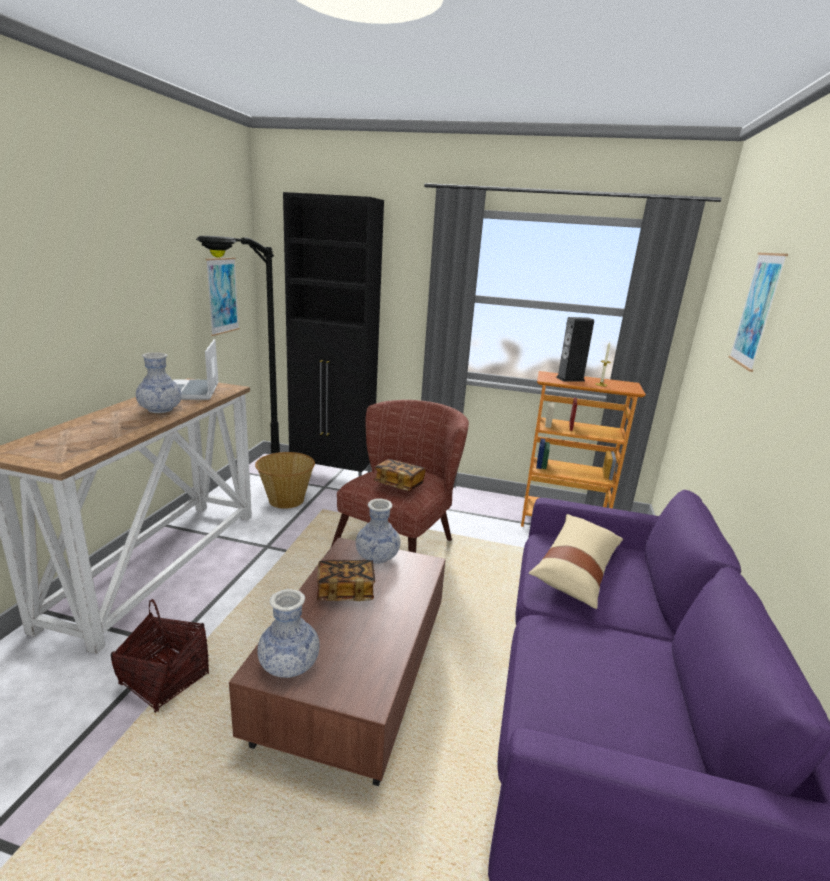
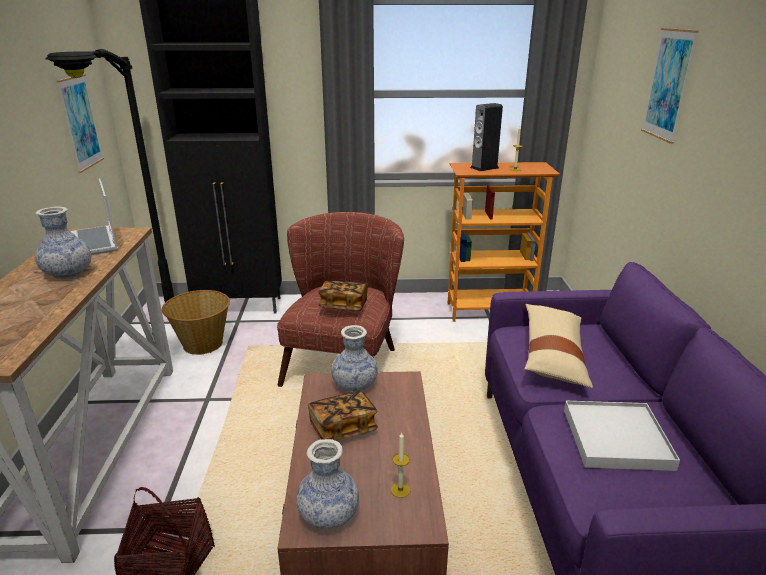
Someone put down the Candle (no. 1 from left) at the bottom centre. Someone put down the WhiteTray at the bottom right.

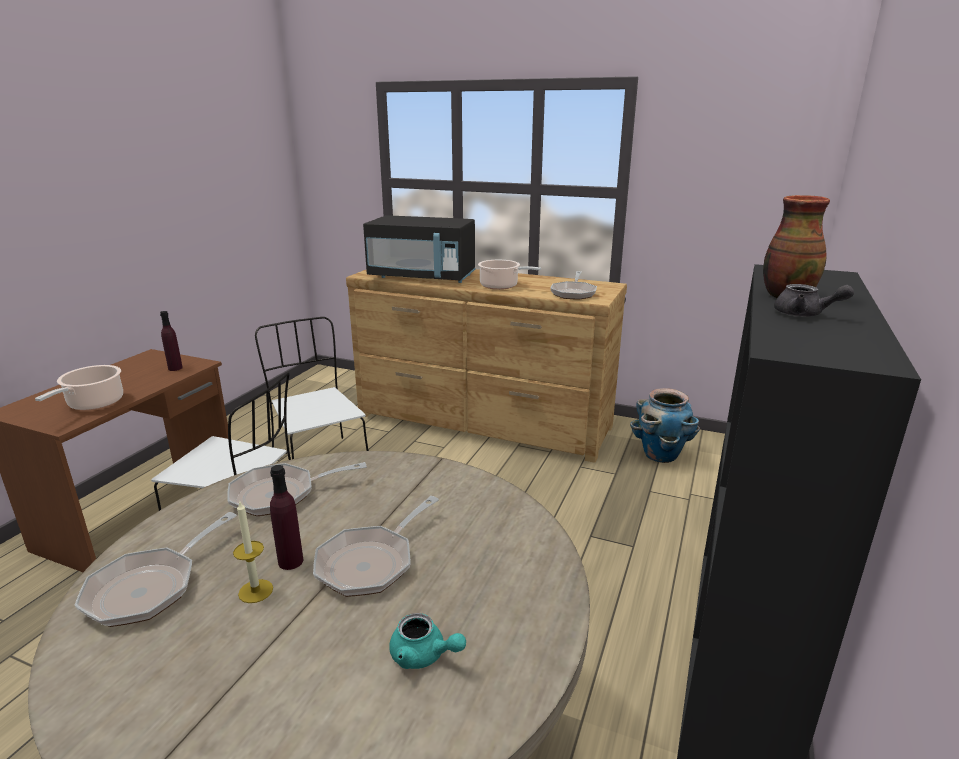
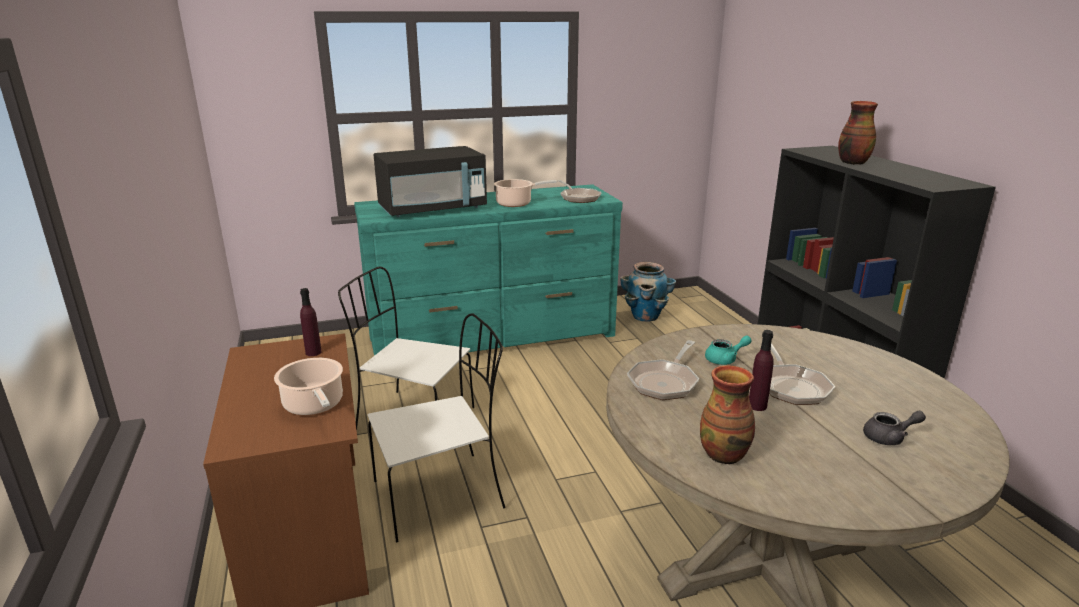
Someone repainted the BrownDresser at the centre, which became the TurquoiseDresser at the centre. Someone swapped the FryingPan (no. 1 from left) at the bottom left for the Vase (no. 1 from left) at the bottom right. Someone carried the TurquoiseTeapot from the bottom centre to the middle right. Someone carried the GreyTeapot from the middle right to the bottom right. Someone took away the Candle at the bottom left.

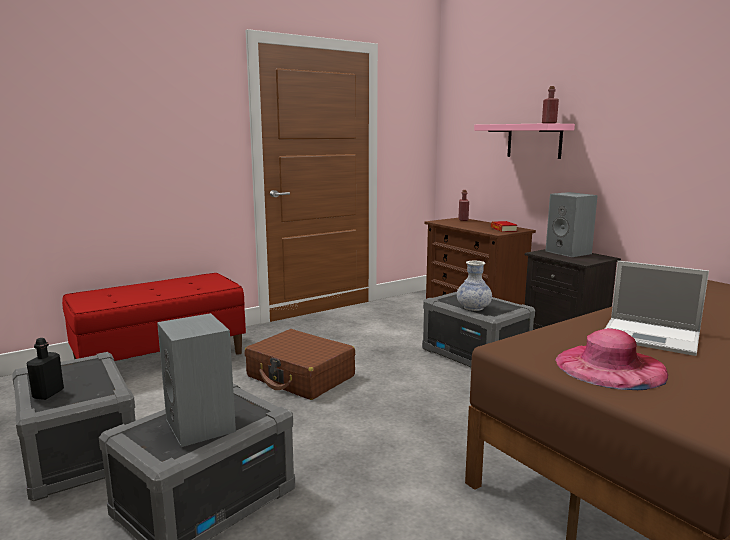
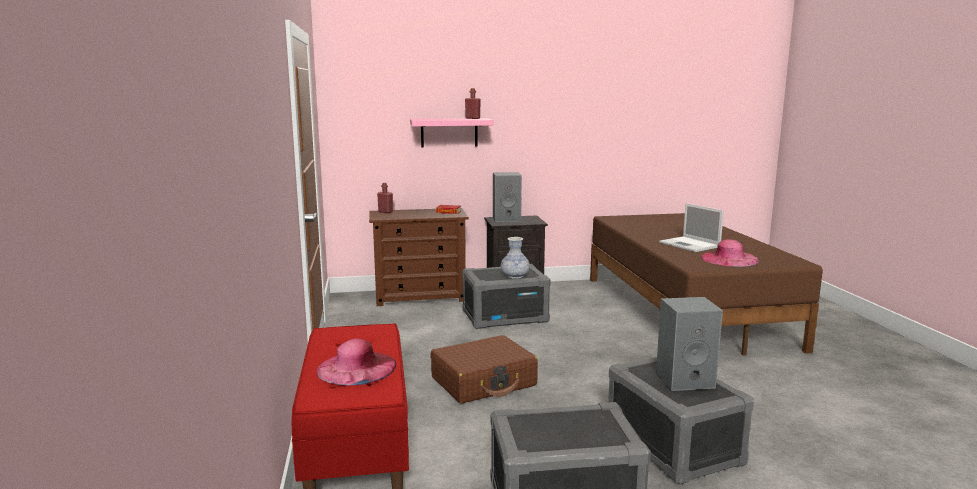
Someone put down the PinkHat (no. 1 from left) at the bottom centre. Someone rotated the Laptop at the middle right by 90 degrees clockwise. Someone took away the BlackBottle at the bottom left.

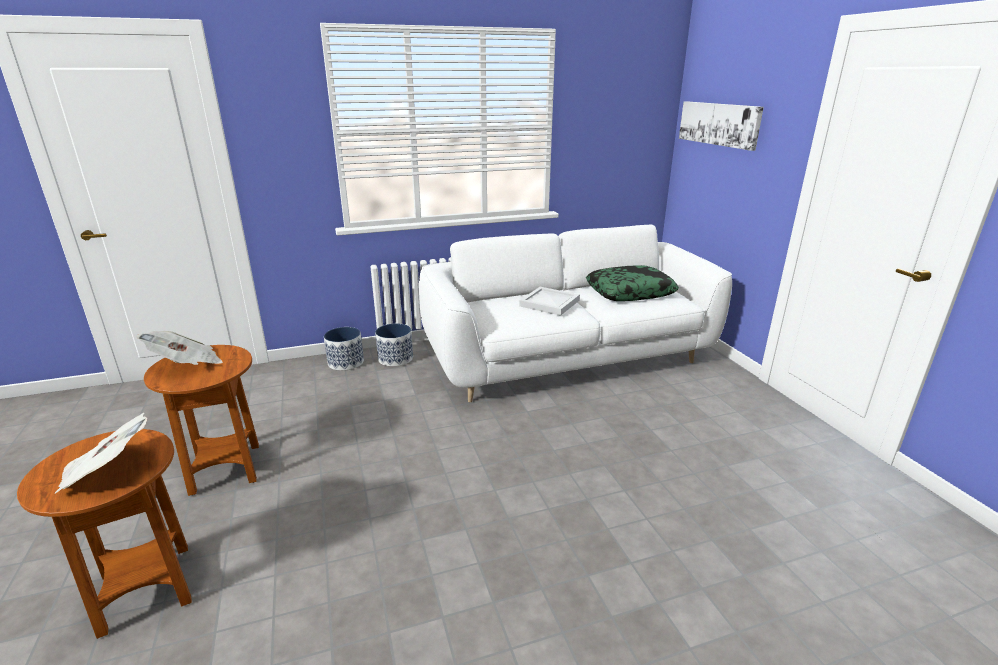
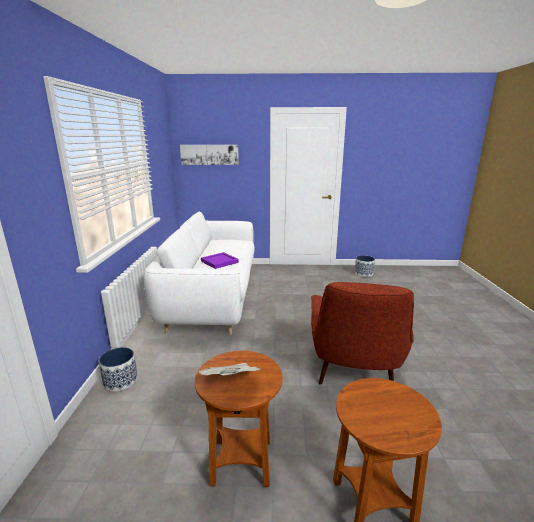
Someone repainted the WhiteTray at the centre, which became the PurpleTray at the centre. Someone put down the RedArmchair at the middle right. Someone carried the Planter (no. 2 from left) from the centre to the middle right. Someone took away the Newspaper (no. 1 from left) at the bottom left. Someone took away the Pillow at the centre.

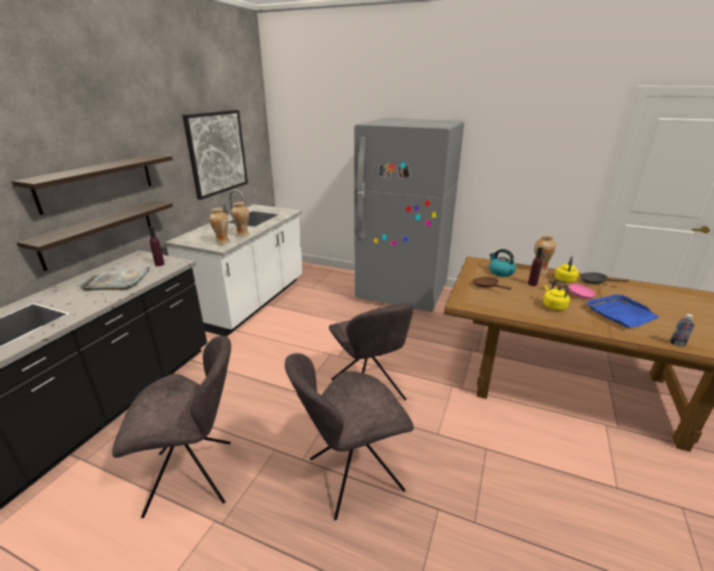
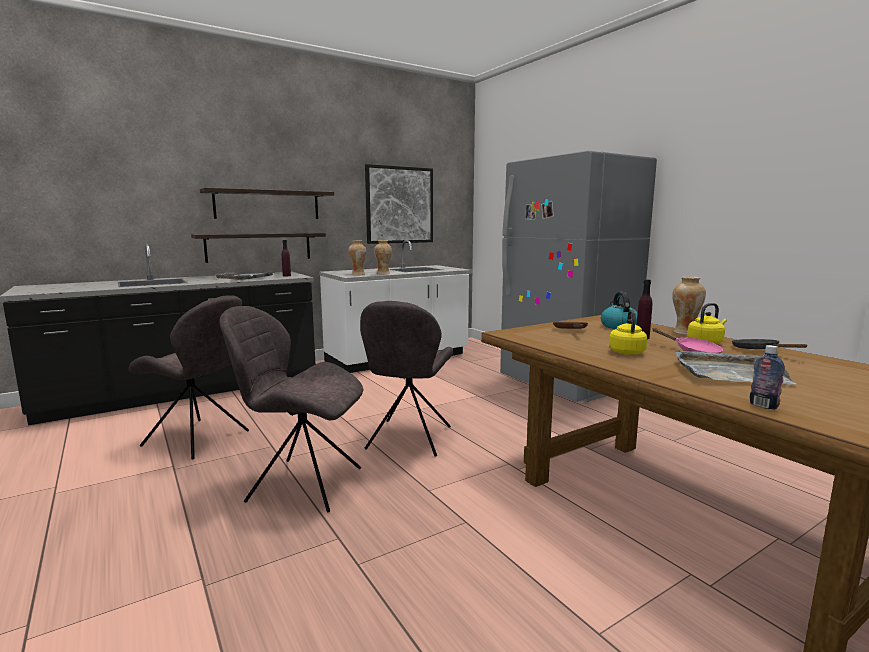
Someone repainted the BlueTray at the middle right, which became the GreyTray (no. 2 from left) at the middle right.

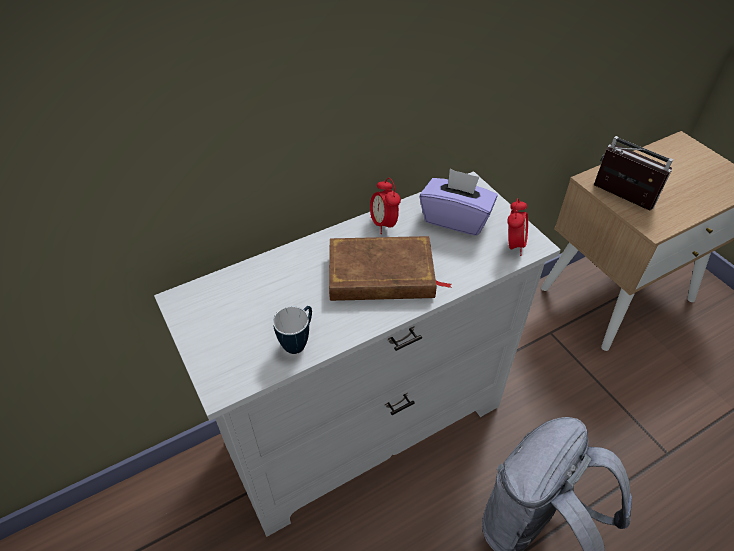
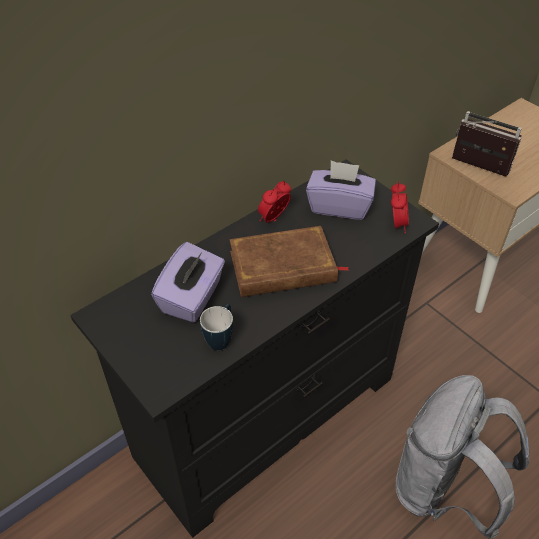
Someone repainted the WhiteDresser at the centre, which became the BlackDresser at the centre. Someone put down the PurpleTissueBox (no. 1 from left) at the centre. Someone rotated the AlarmClock (no. 1 from left) at the centre by 75 degrees clockwise.

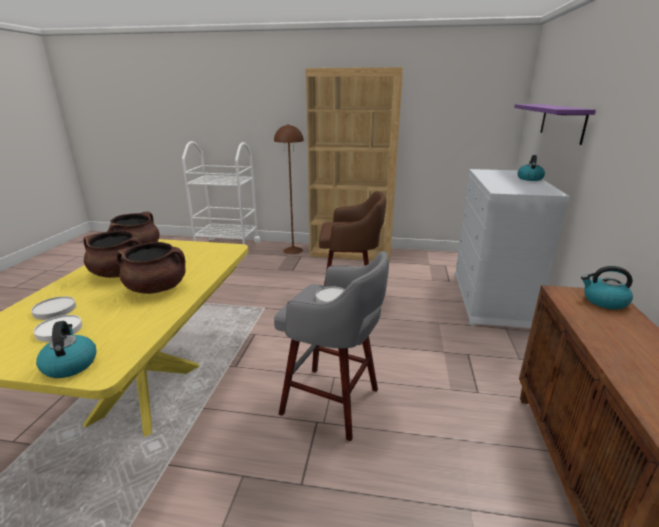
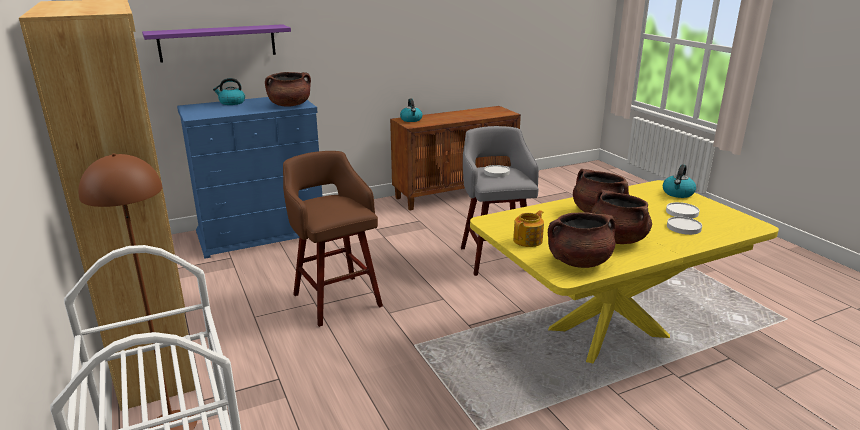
Someone repainted the WhiteDresser at the middle right, which became the BlueDresser at the middle left. Someone put down the BrownCookingPot (no. 1 from left) at the top centre. Someone put down the Teapot at the centre.

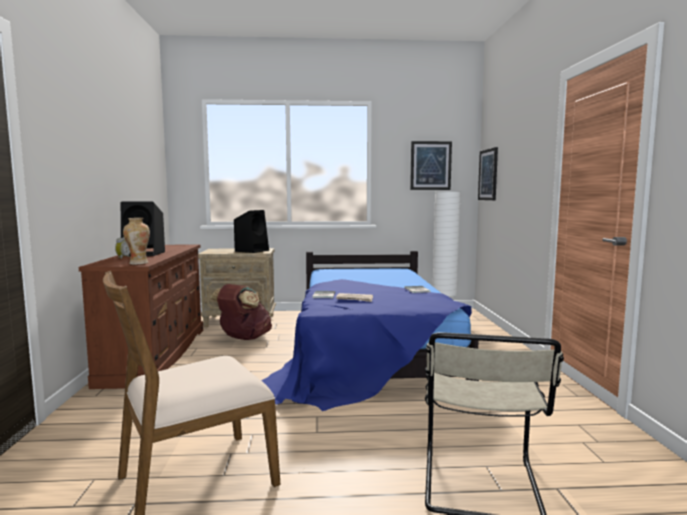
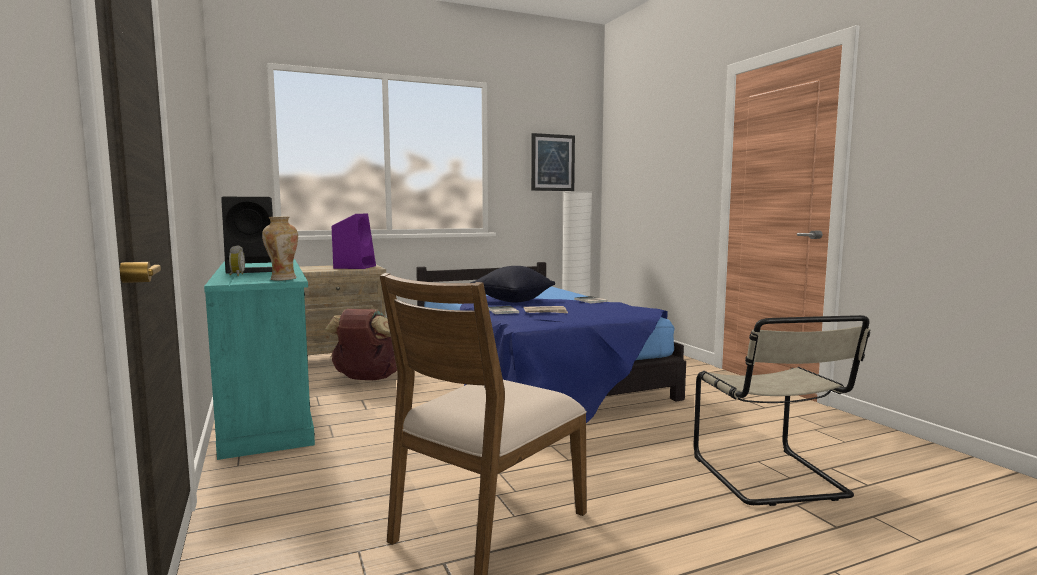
Someone repainted the BrownDresser at the middle left, which became the TurquoiseDresser at the middle left. Someone repainted the BlackSpeaker (no. 2 from left) at the centre, which became the PurpleSpeaker at the centre. Someone put down the BlackPillow at the centre. Someone took away the Picture (no. 2 from left) at the middle right.

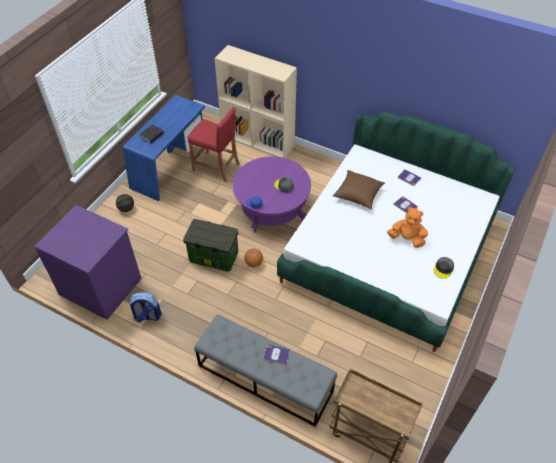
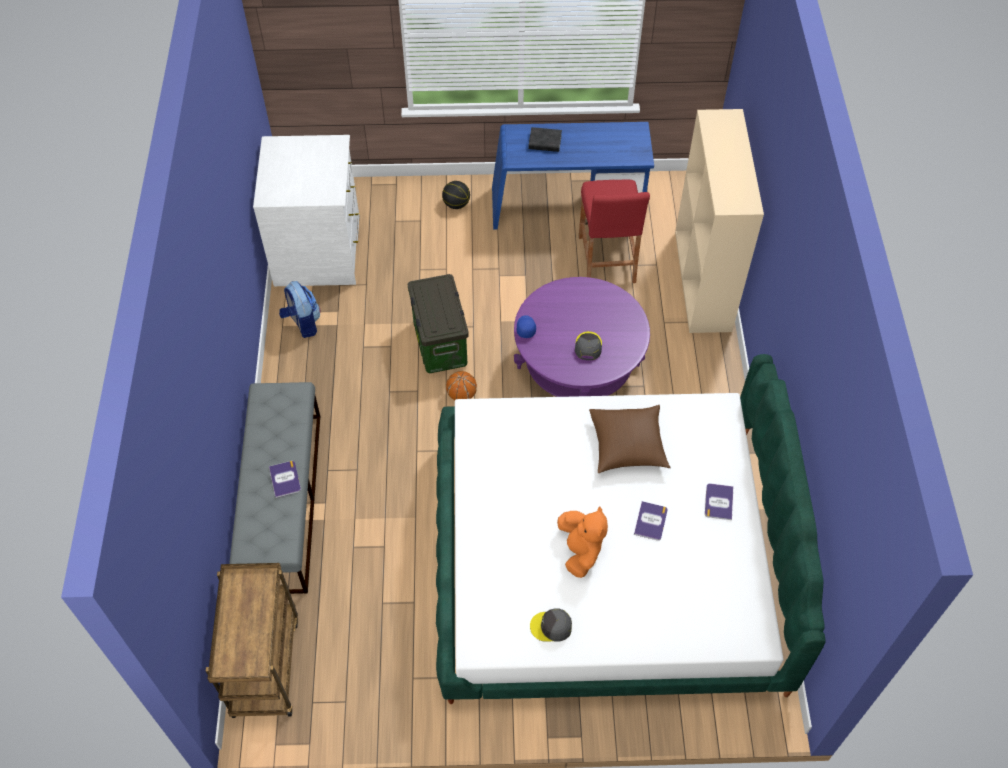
Someone repainted the PurpleDresser at the middle left, which became the WhiteDresser at the top left.

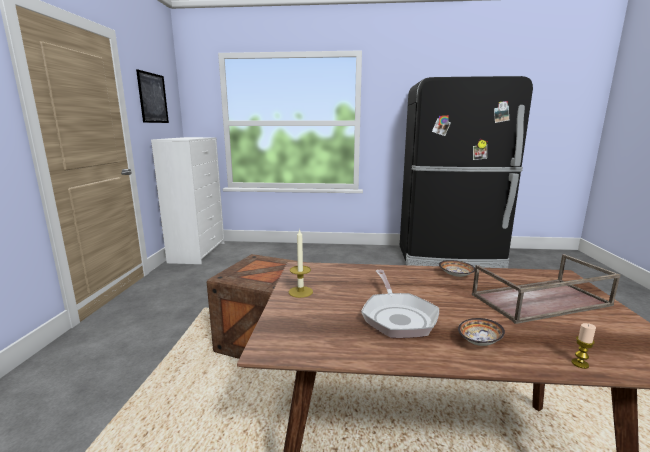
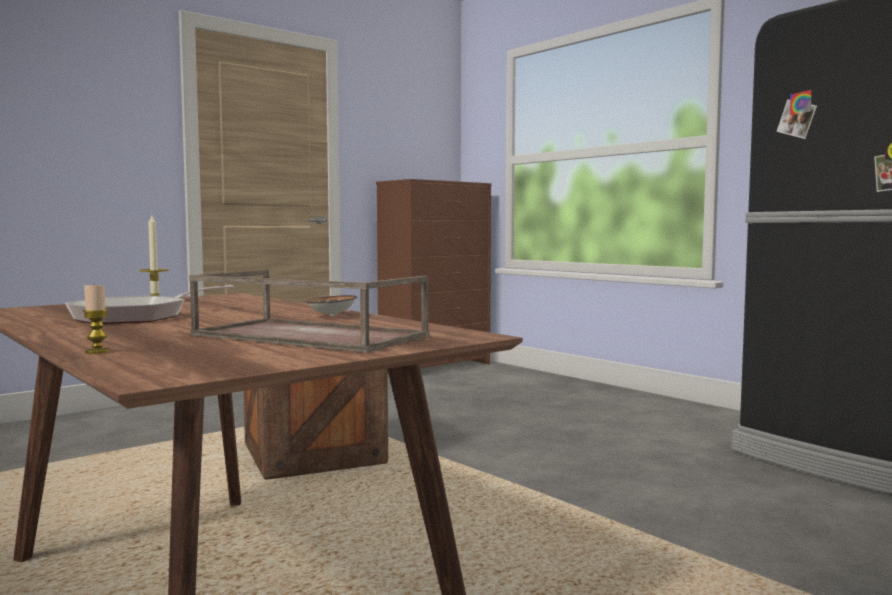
Someone repainted the WhiteDresser at the middle left, which became the BrownDresser at the centre. Someone took away the Picture at the top left. Someone took away the Bowl (no. 2 from left) at the bottom right.

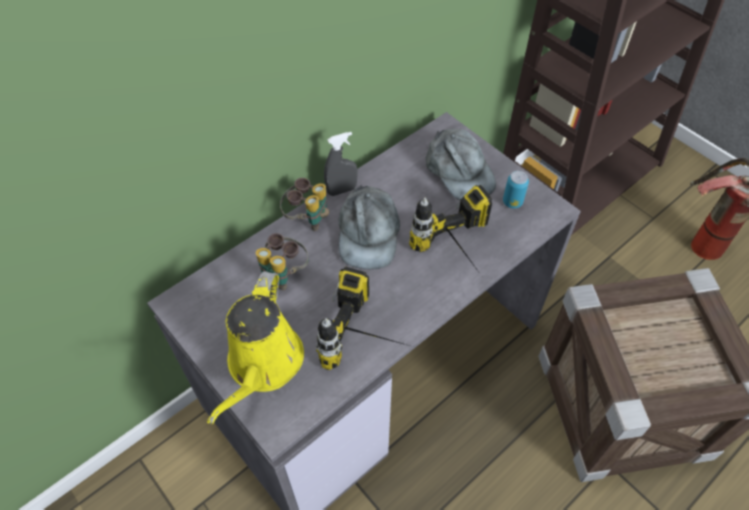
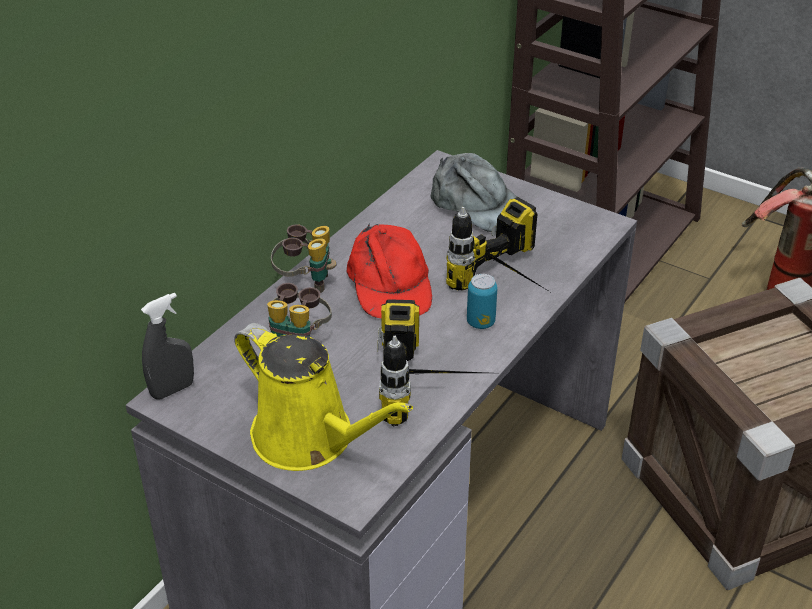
Someone carried the GreySprayBottle from the top centre to the middle left. Someone rotated the YellowWateringCan at the bottom centre by 45 degrees counterclockwise. Someone repainted the GreyCap (no. 1 from left) at the centre, which became the RedCap at the centre. Someone carried the Can from the middle right to the centre.

